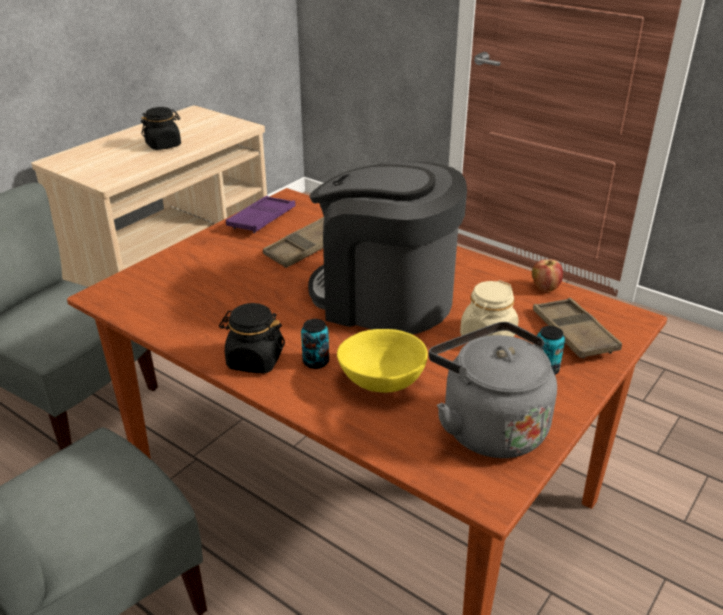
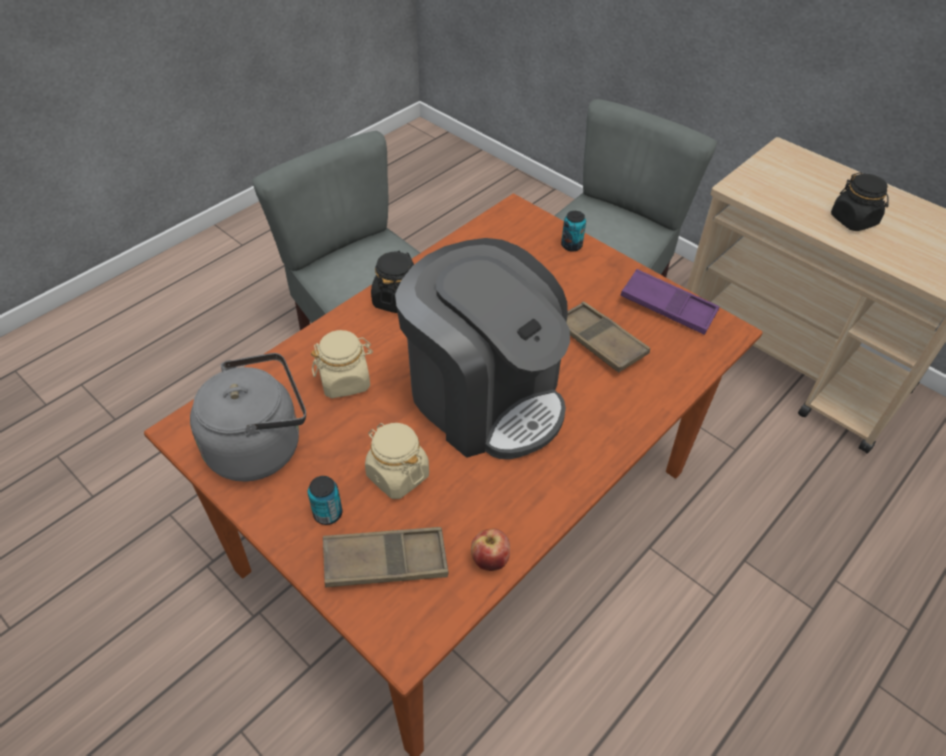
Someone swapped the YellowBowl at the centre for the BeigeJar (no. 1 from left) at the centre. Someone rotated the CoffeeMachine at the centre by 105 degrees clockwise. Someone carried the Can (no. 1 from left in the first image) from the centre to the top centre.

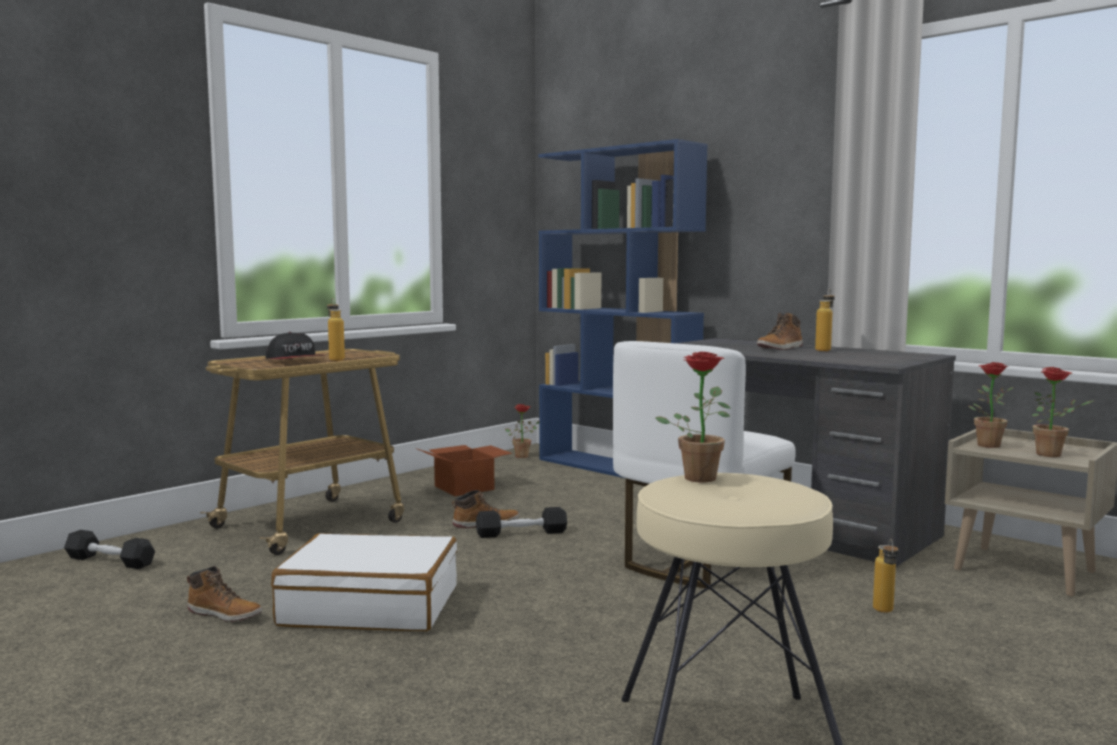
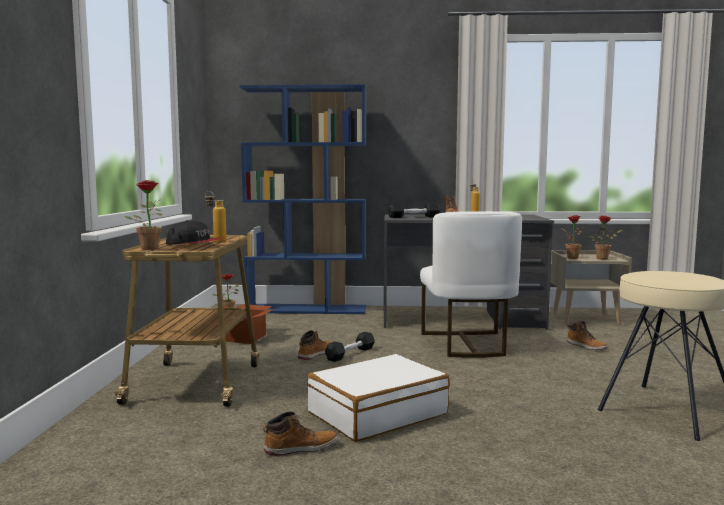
Someone carried the PottedPlant (no. 2 from left in the first image) from the centre to the middle left. Someone carried the BlackDumbbell (no. 1 from left in the first image) from the bottom left to the centre. Someone swapped the Bottle (no. 3 from left) at the bottom right for the Boot (no. 4 from left) at the middle right.

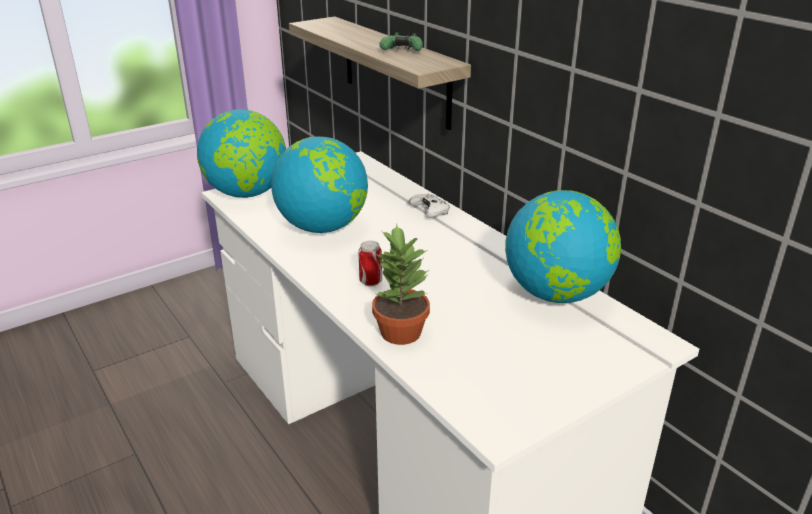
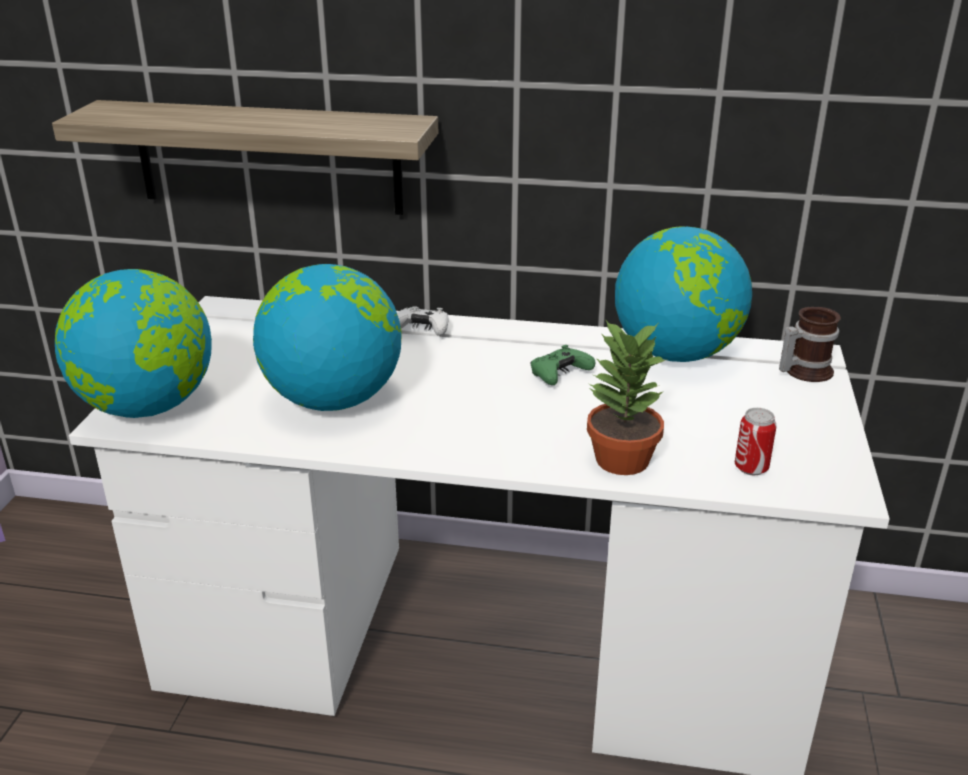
Someone carried the GreenGameController from the top centre to the centre. Someone carried the Can from the centre to the middle right. Someone put down the Mug at the middle right.

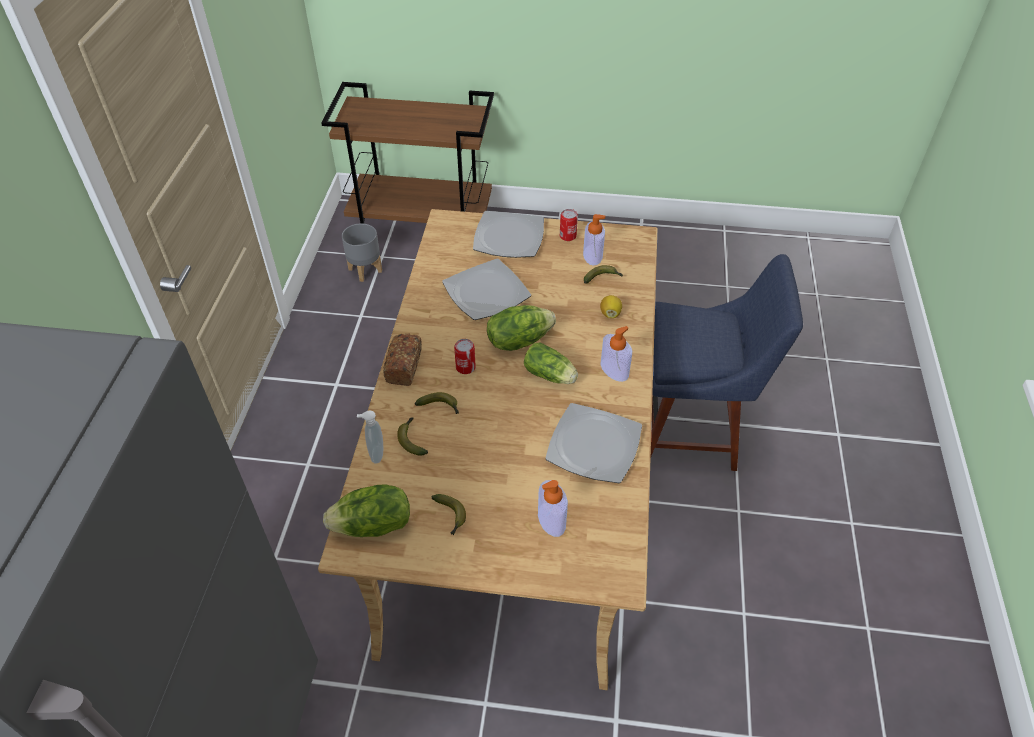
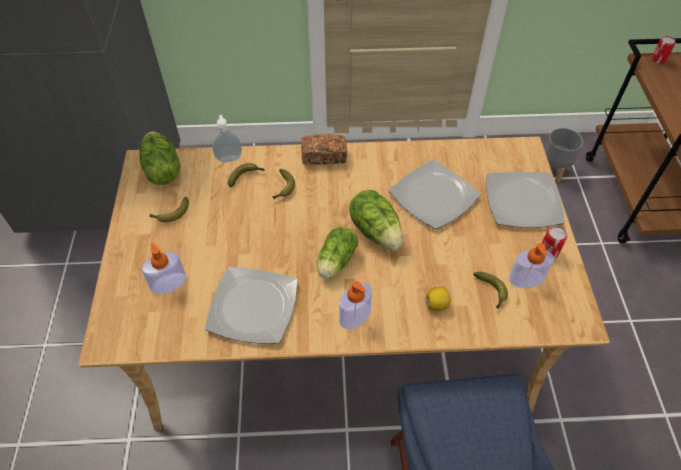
Someone carried the Can (no. 1 from left in the first image) from the centre to the top right.

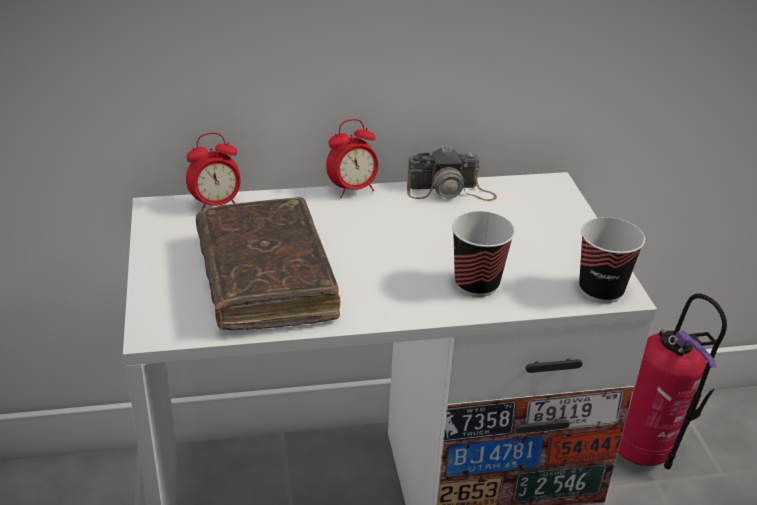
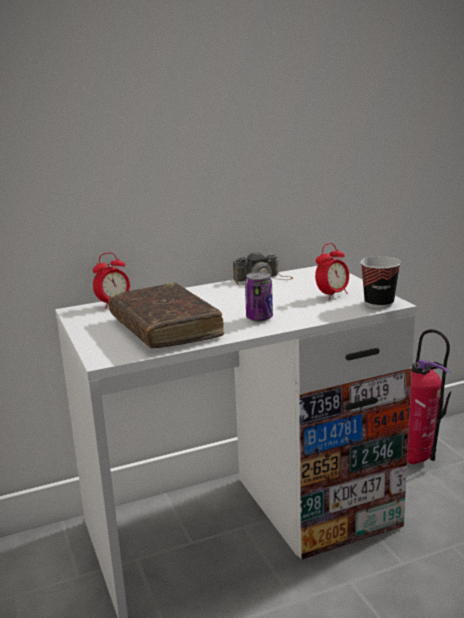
Someone put down the Can at the centre. Someone carried the AlarmClock (no. 2 from left) from the top centre to the middle right. Someone took away the Cup (no. 1 from left) at the centre.

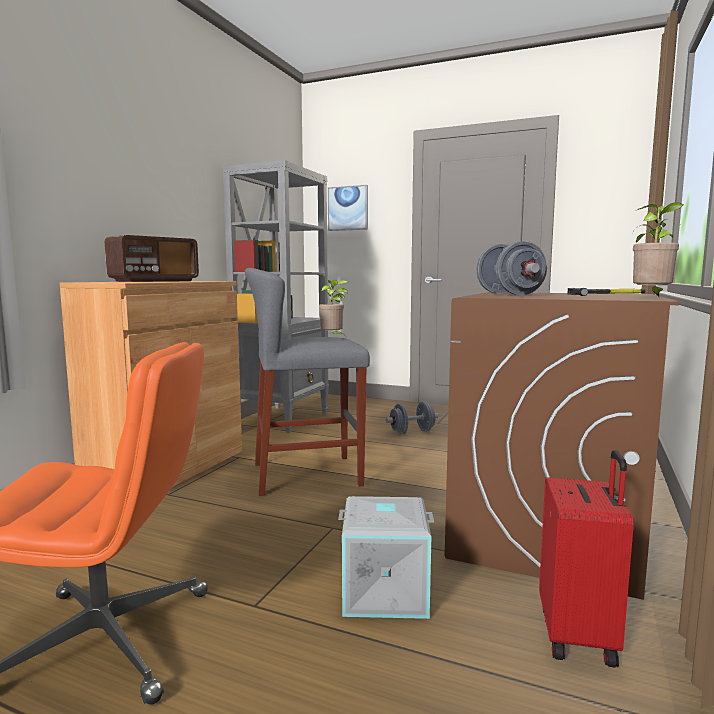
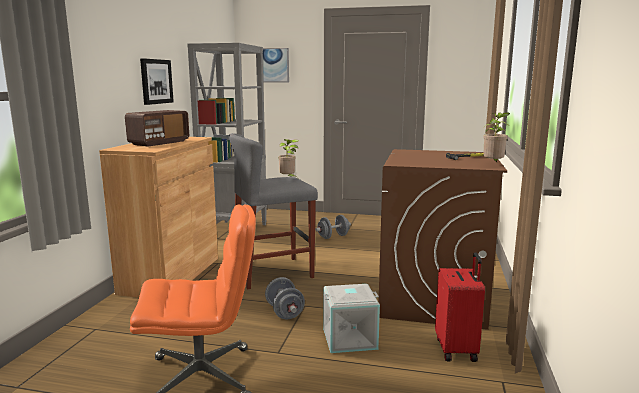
Someone put up the Picture (no. 1 from left) at the top left. Someone carried the GreyDumbbell (no. 2 from left in the first image) from the middle right to the bottom centre.

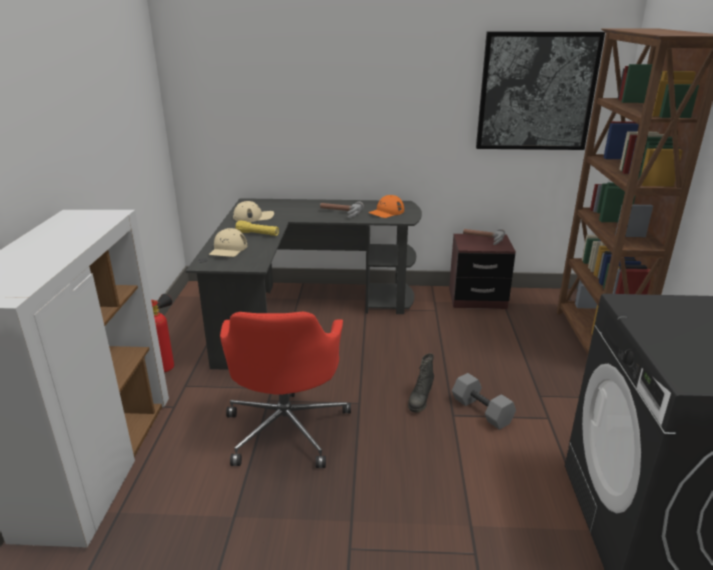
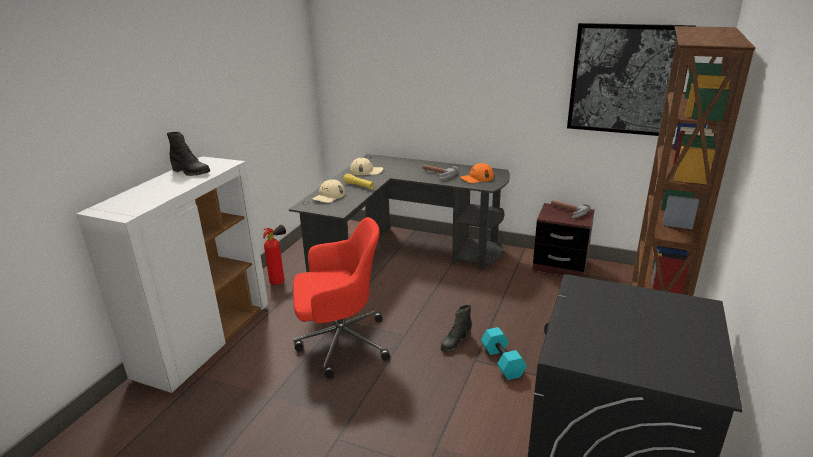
Someone put down the BlackBoot (no. 1 from left) at the middle left. Someone rotated the RedOfficeChair at the bottom centre by 120 degrees counterclockwise. Someone repainted the GreyDumbbell at the bottom right, which became the TurquoiseDumbbell at the bottom centre.

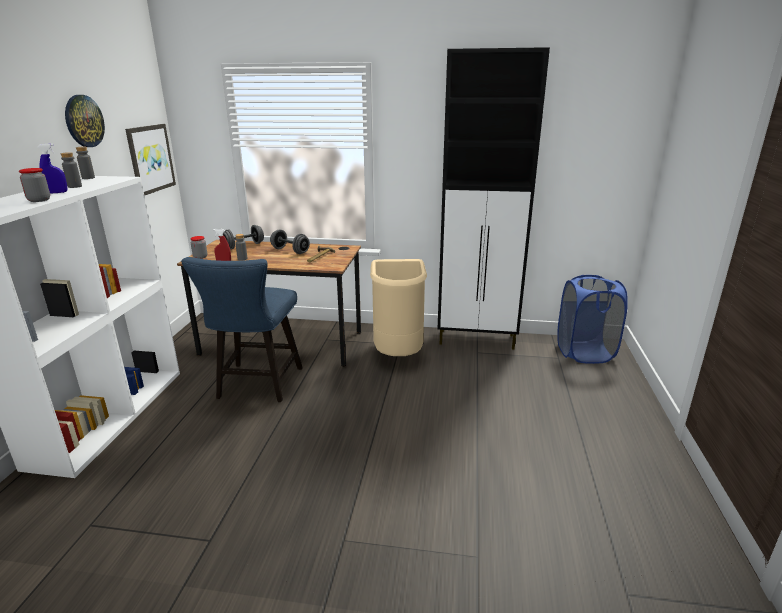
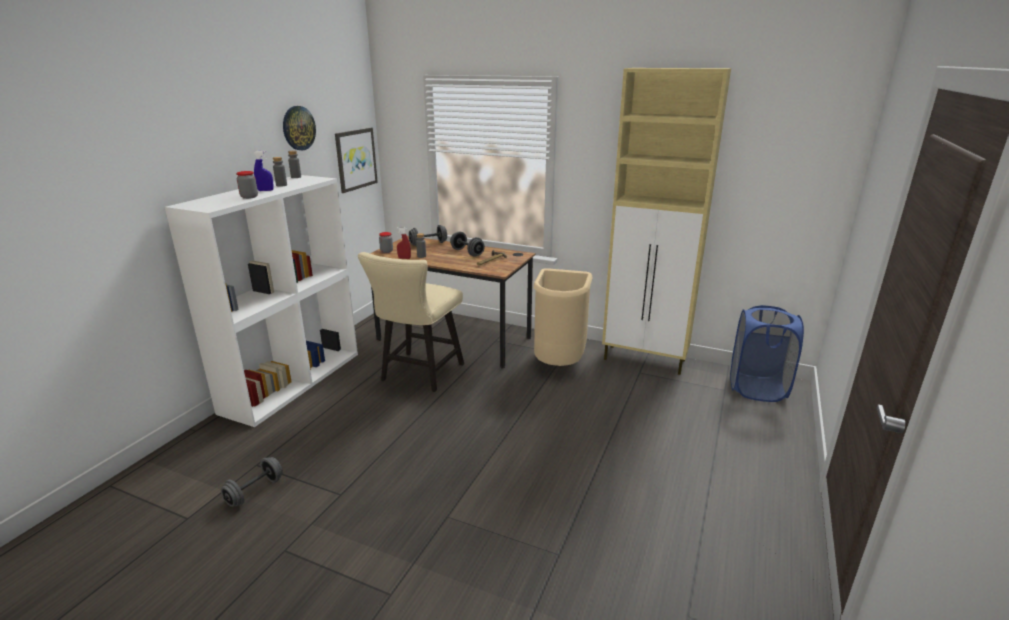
Someone put down the GreyDumbbell (no. 1 from left) at the bottom left. Someone repainted the BlueChair at the middle left, which became the BeigeChair at the centre. Someone repainted the BlackCabinet at the top centre, which became the BeigeCabinet at the centre.

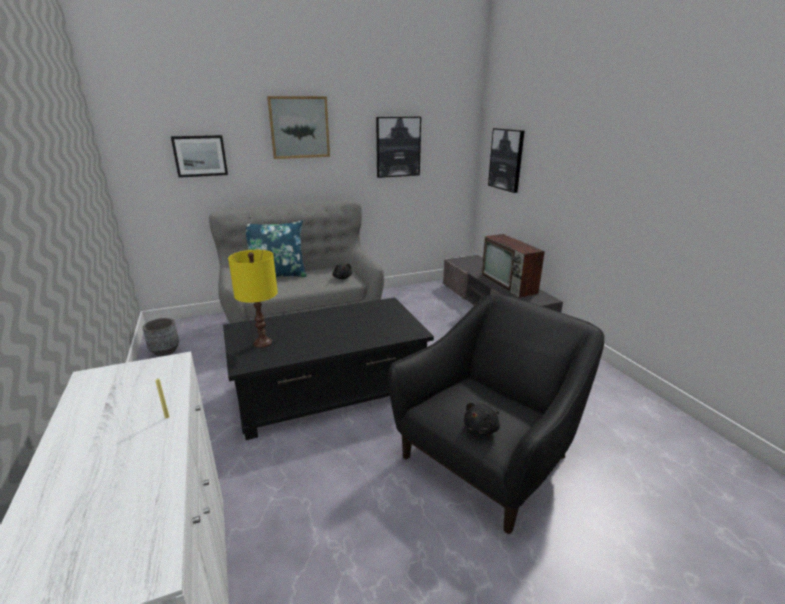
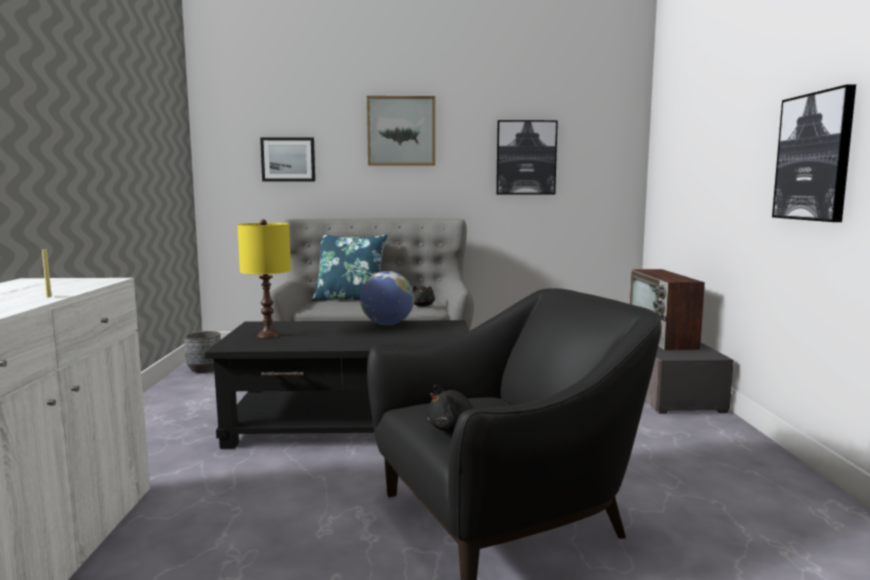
Someone put down the Globe at the centre. Someone carried the Picture (no. 4 from left) from the top centre to the top right.

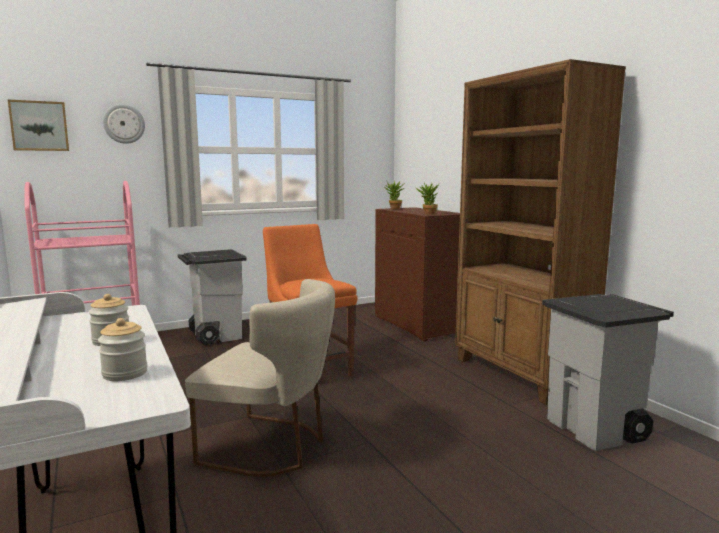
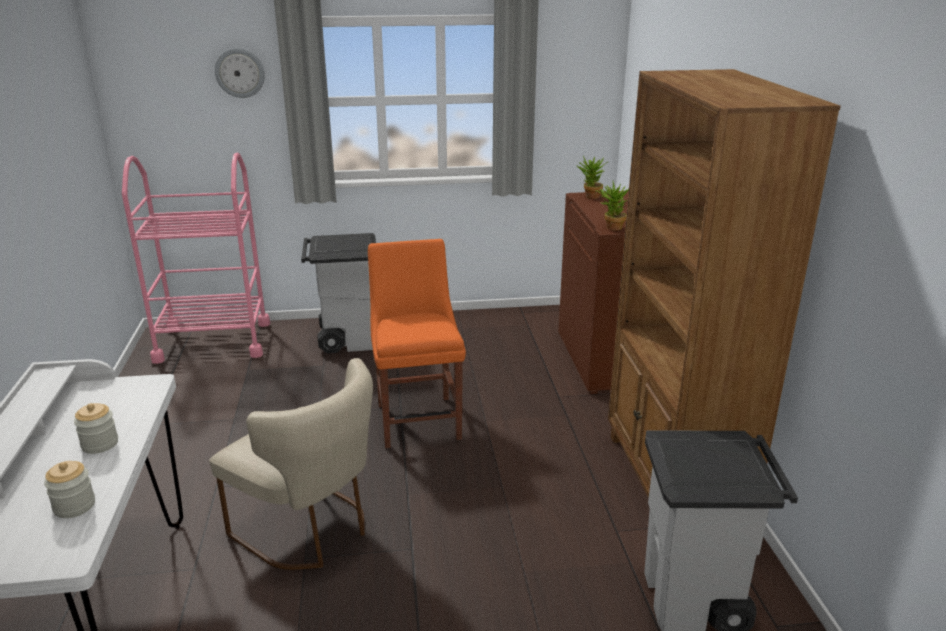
Someone took away the Picture at the top left.

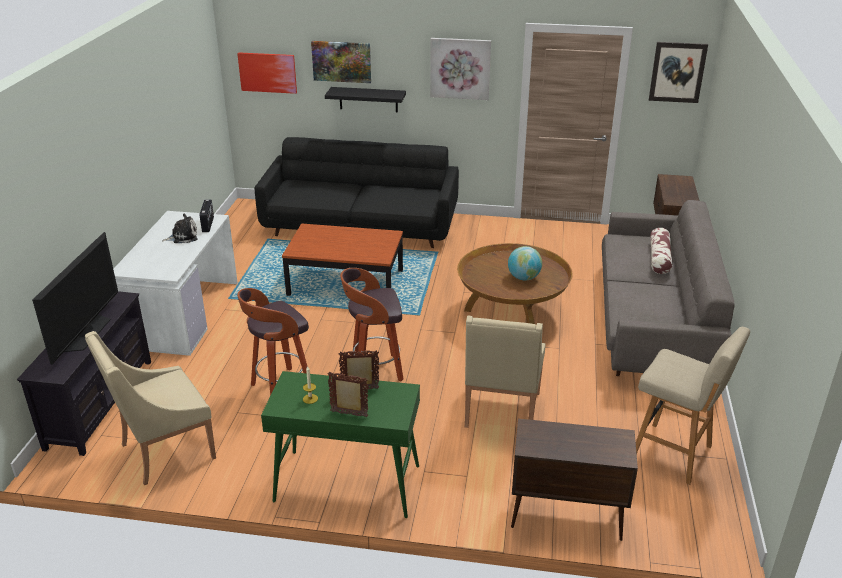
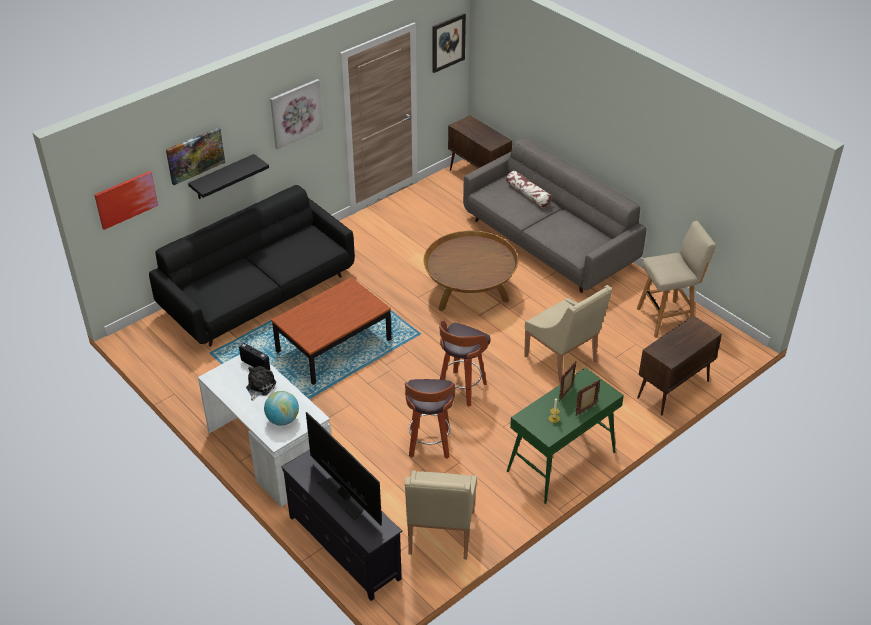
Someone carried the Globe from the centre to the middle left.

